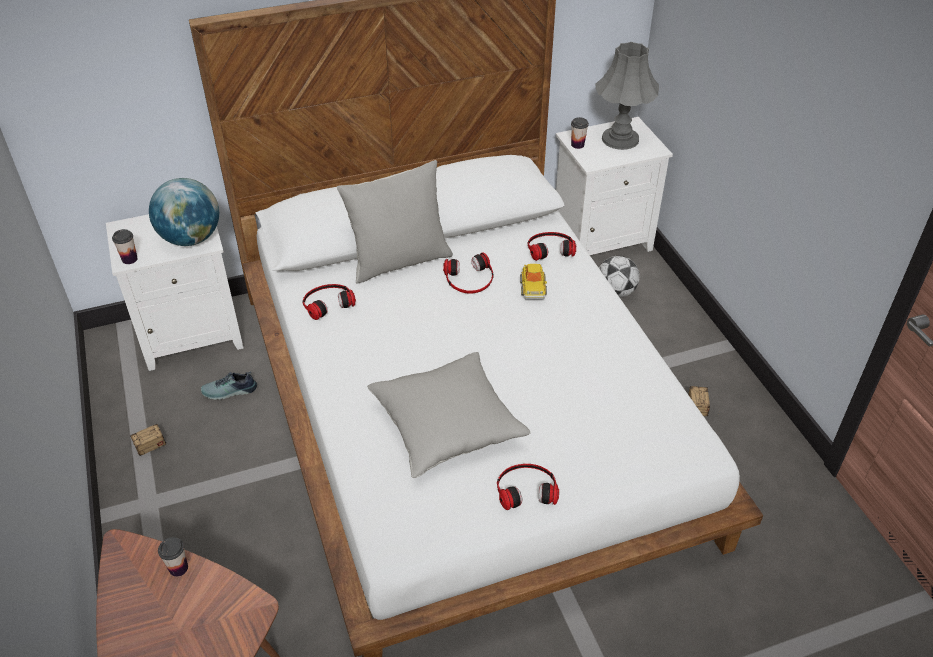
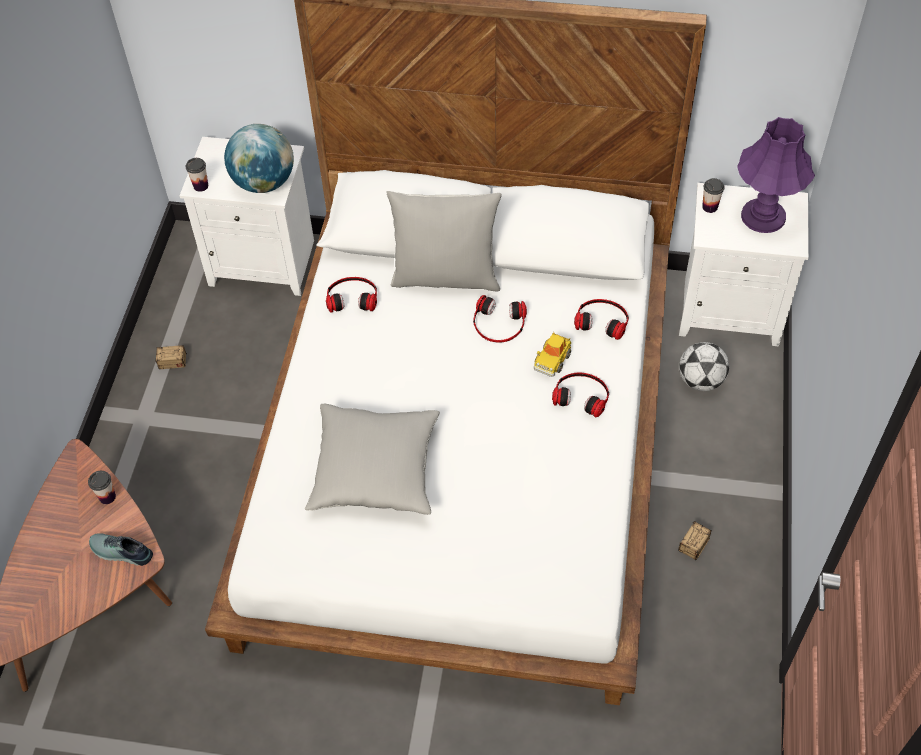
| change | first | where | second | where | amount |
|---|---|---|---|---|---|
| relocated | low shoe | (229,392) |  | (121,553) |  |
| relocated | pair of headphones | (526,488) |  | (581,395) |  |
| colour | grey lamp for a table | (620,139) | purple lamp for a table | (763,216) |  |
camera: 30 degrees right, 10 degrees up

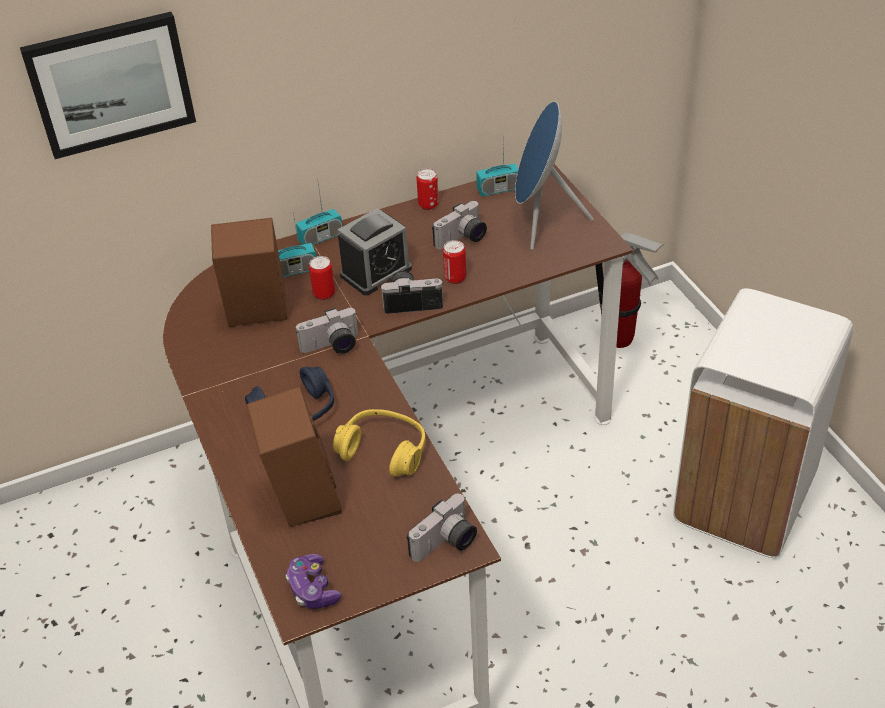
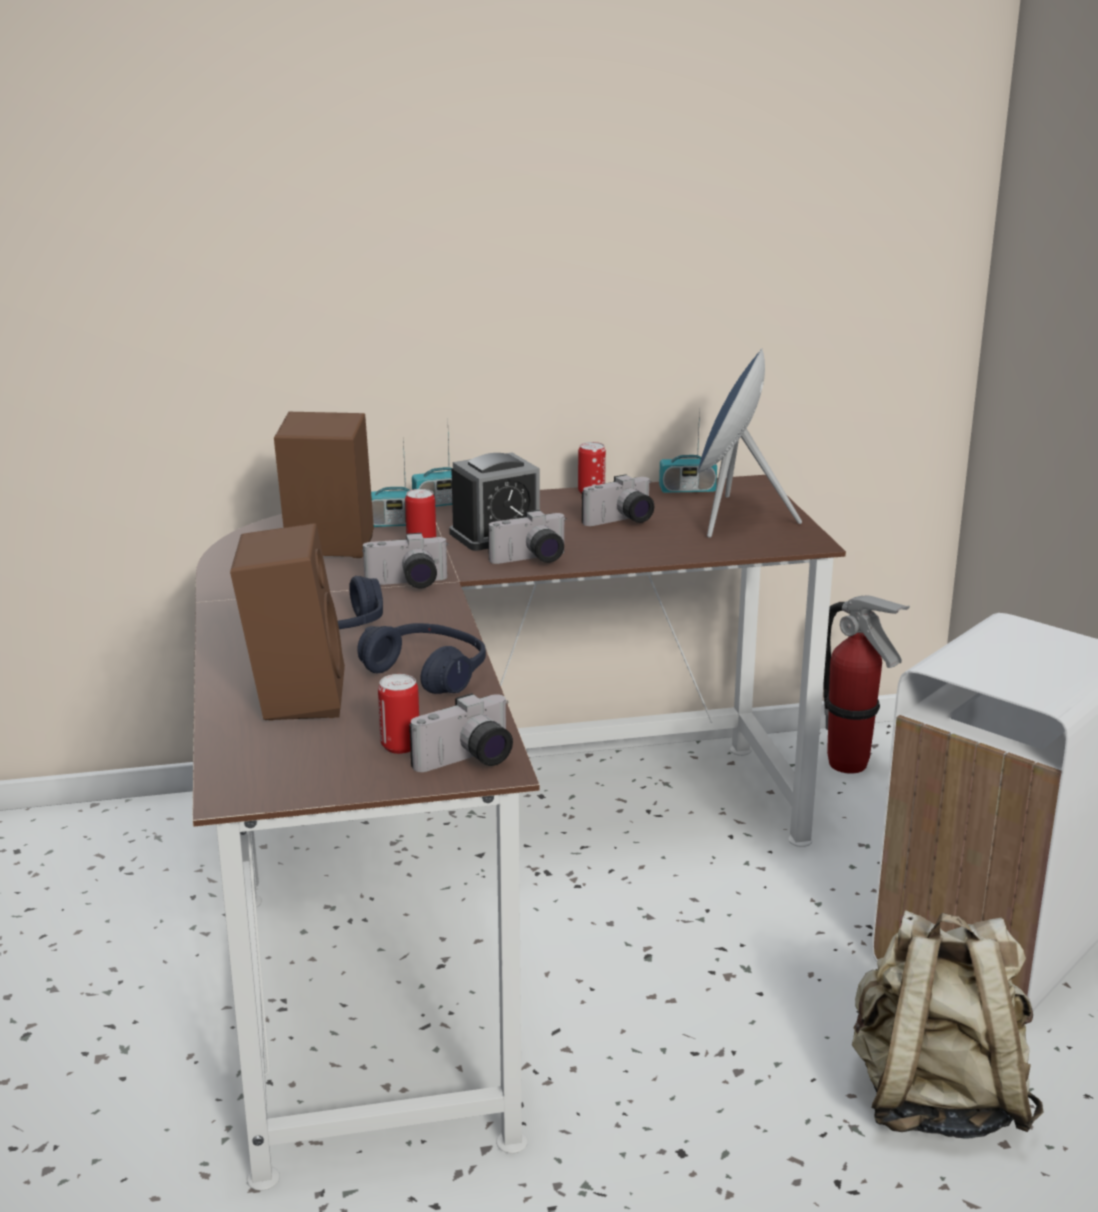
| change | first | where | second | where | amount |
|---|---|---|---|---|---|
| missing | wall picture | (110,84) |  |  |  |
| missing | joypad | (313,589) |  |  |  |
| colour | yellowish pair of headphones | (384,451) | blue pair of headphones | (427,673) |  |
| spun | photo camera | (412,300) |  | (531,560) | 150 degrees clockwise |
| relocated | can | (455,278) |  | (400,746) |  |
| appeared |  |  | beige-coloured backpack | (935,1099) |  |
camera: 10 degrees right, 20 degrees down

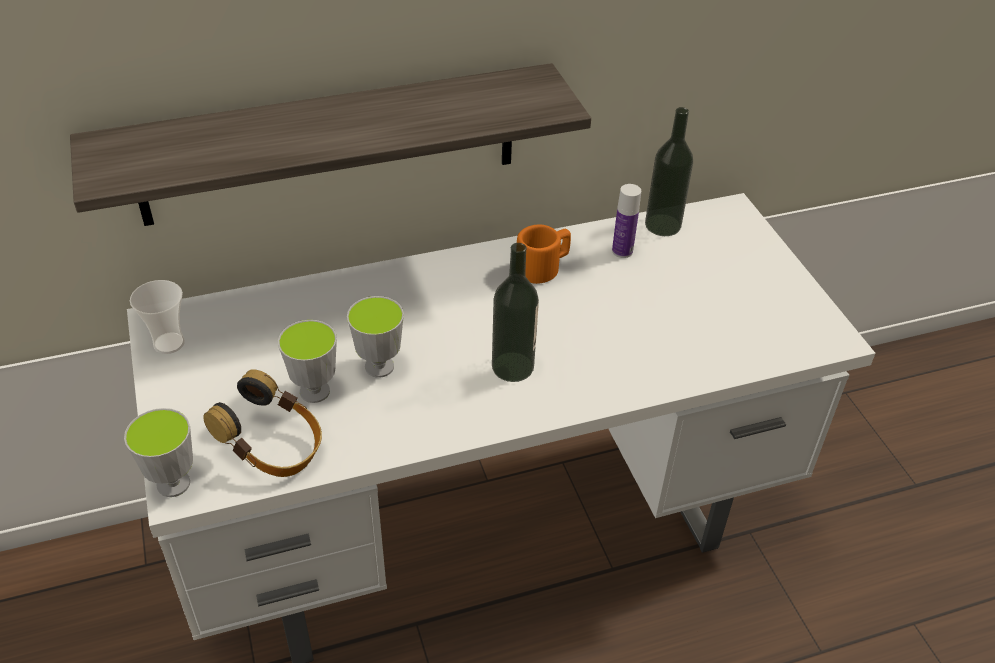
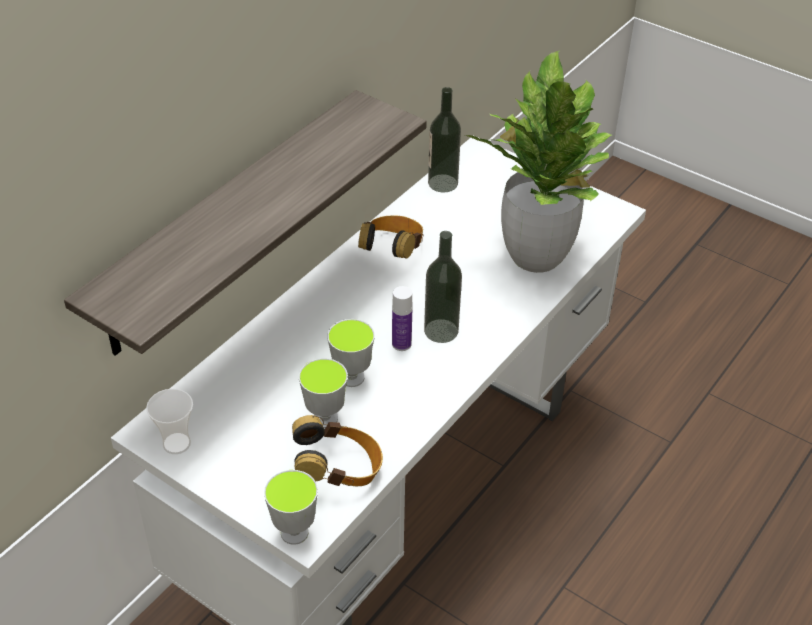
| change | first | where | second | where | amount |
|---|---|---|---|---|---|
| exchanged | orange-coloured coffee mug | (543,267) | pair of headphones | (392,251) |  |
| relocated | drink bottle | (622,251) |  | (401,344) |  |
| appeared |  |  | plant in a pot | (535,256) |  |
camera: 35 degrees left, 0 degrees up

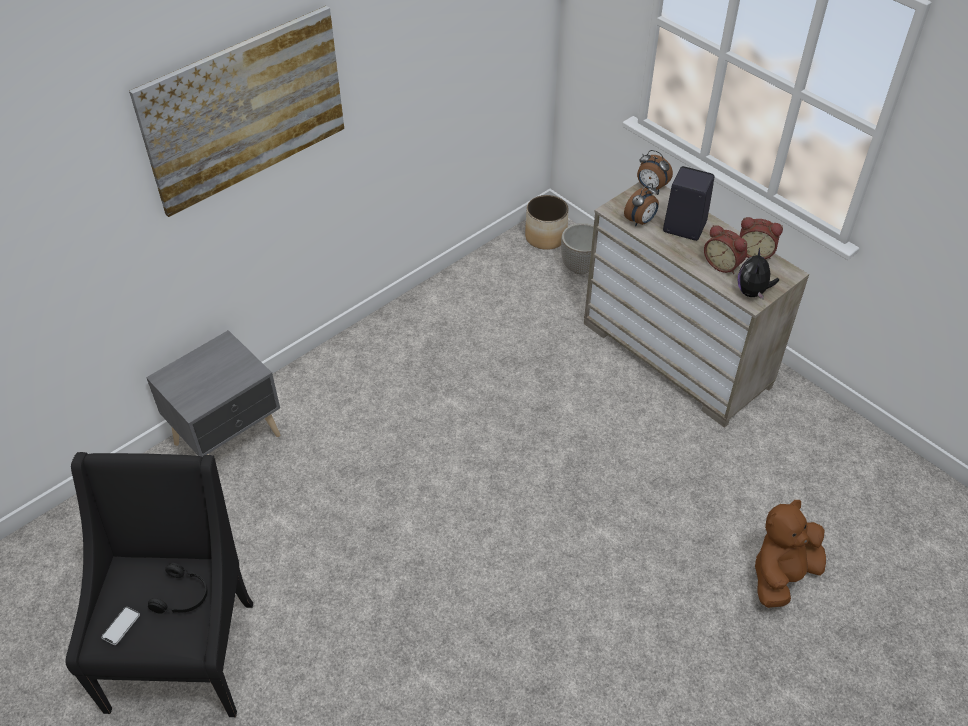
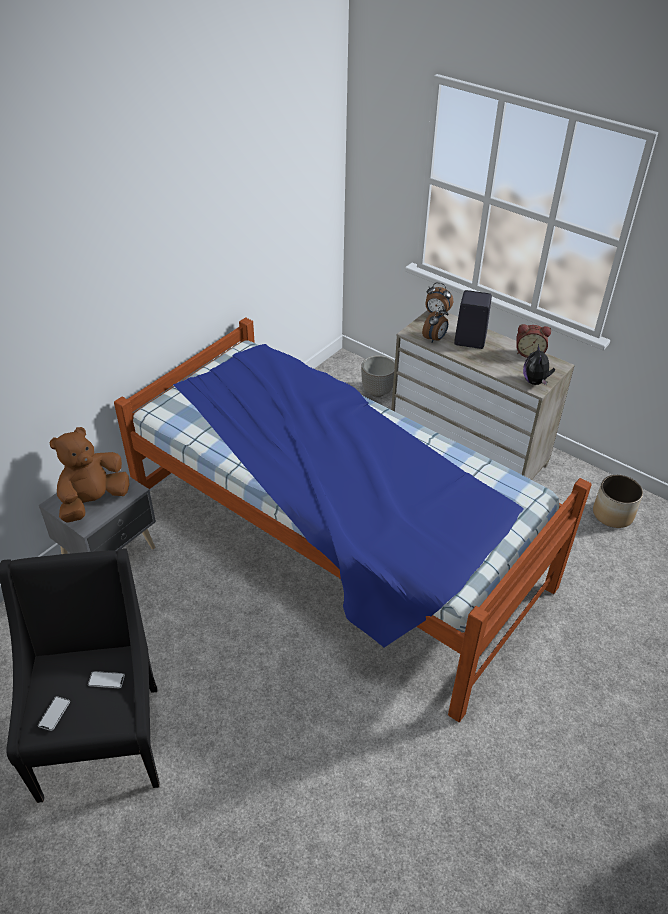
| change | first | where | second | where | amount |
|---|---|---|---|---|---|
| missing | wall picture | (245,110) |  |  |  |
| exchanged | black pair of headphones | (183,596) | telephone | (106,680) |  |
| relocated | flower pot | (546,237) |  | (613,514) |  |
| missing | bedside clock | (723,264) |  |  |  |
| relocated | brown plush toy | (781,575) |  | (94,501) |  |
| appeared |  |  | bed | (337,547) |  |
camera: 10 degrees left, 5 degrees down

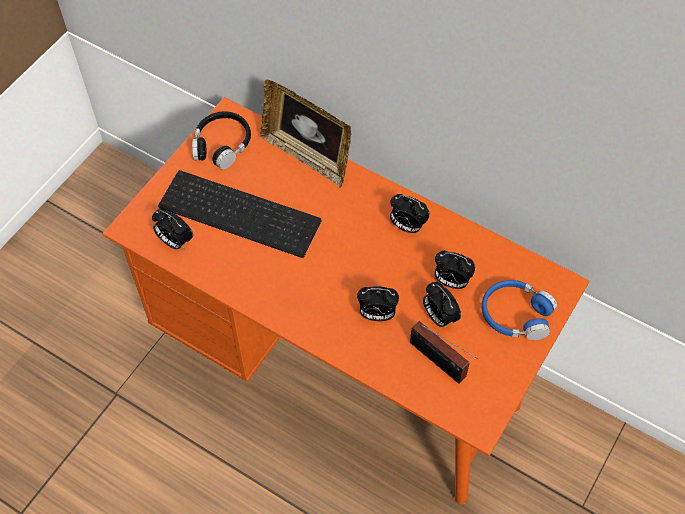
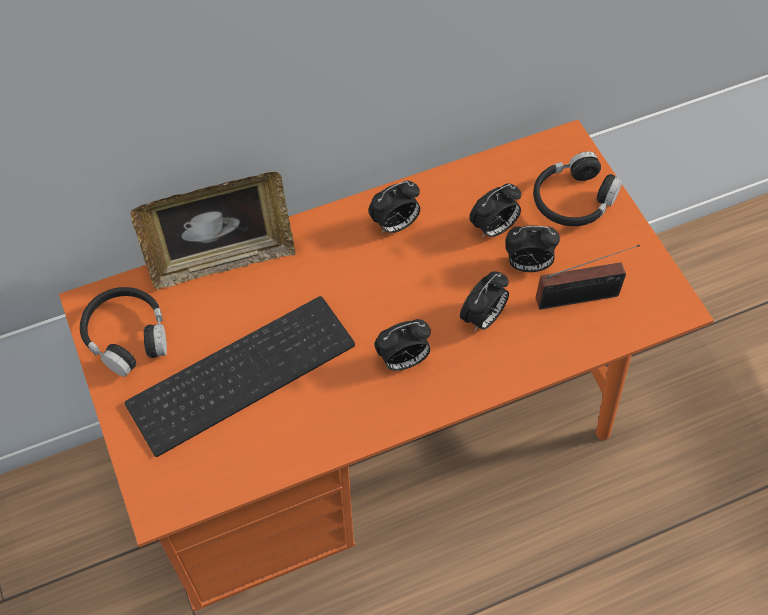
| change | first | where | second | where | amount |
|---|---|---|---|---|---|
| relocated | bedside clock | (175,242) |  | (402,361) |  |
| colour | blue pair of headphones | (515,315) | black pair of headphones | (573,200) |  |
camera: 55 degrees left, 0 degrees up

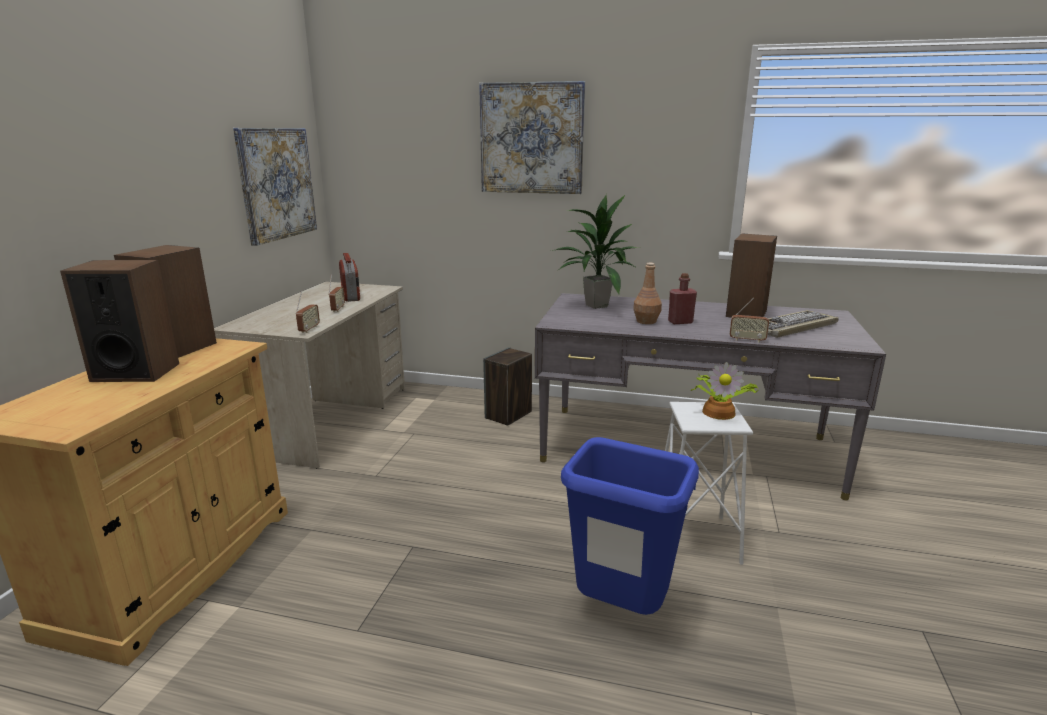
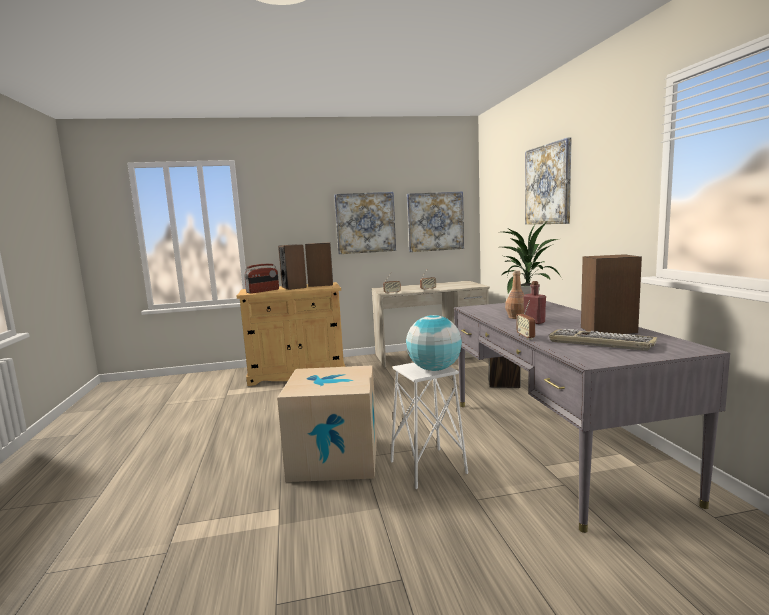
| change | first | where | second | where | amount |
|---|---|---|---|---|---|
| relocated | radio set | (351,295) |  | (263,291) |  |
| exchanged | blue trash can | (619,611) | packing box | (335,458) |  |
| exchanged | plant in a pot | (720,411) | world globe | (434,369) |  |
| appeared |  |  | wall picture | (365,223) |  |
camera: 65 degrees right, 10 degrees down

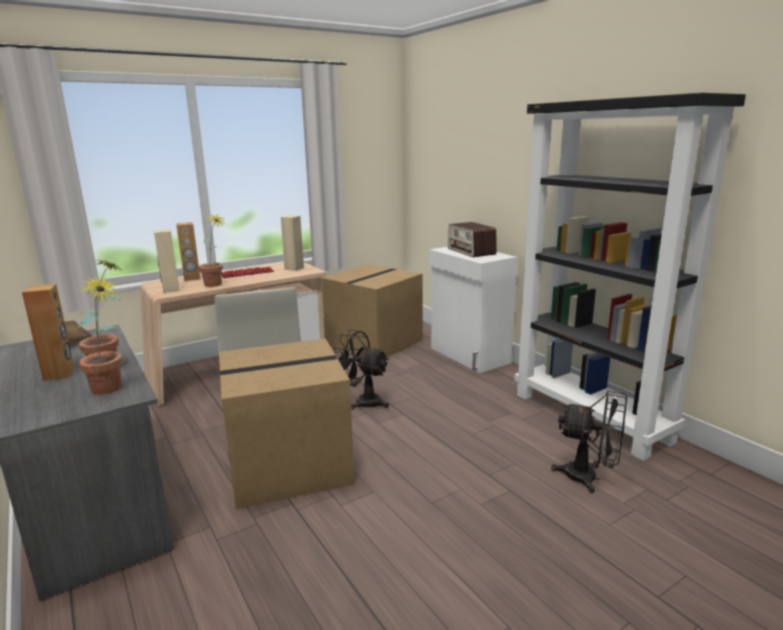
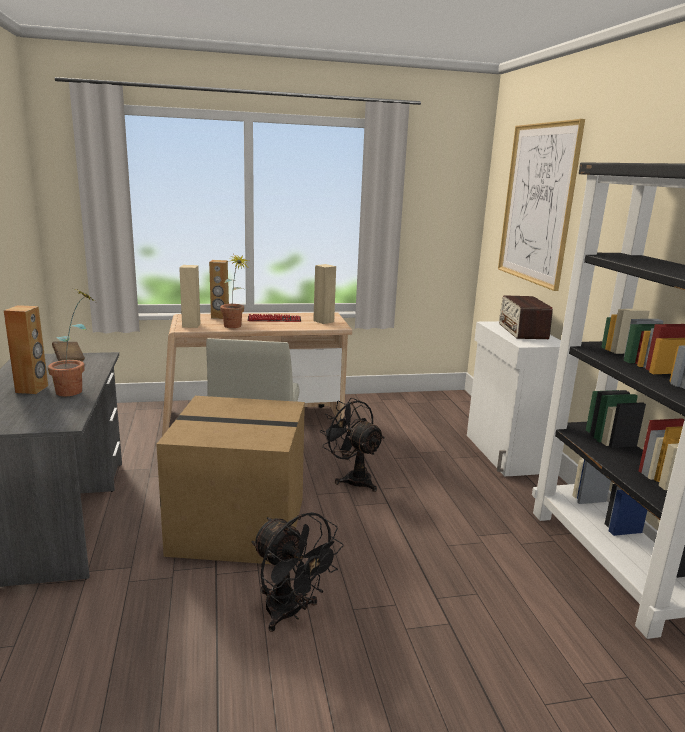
| change | first | where | second | where | amount |
|---|---|---|---|---|---|
| missing | plant in a pot | (110,390) |  |  |  |
| missing | packing box | (374,343) |  |  |  |
| relocated | black cooling fan | (589,478) |  | (290,613) |  |
| appeared |  |  | wall picture | (537,204) |  |
camera: 20 degrees right, 0 degrees up

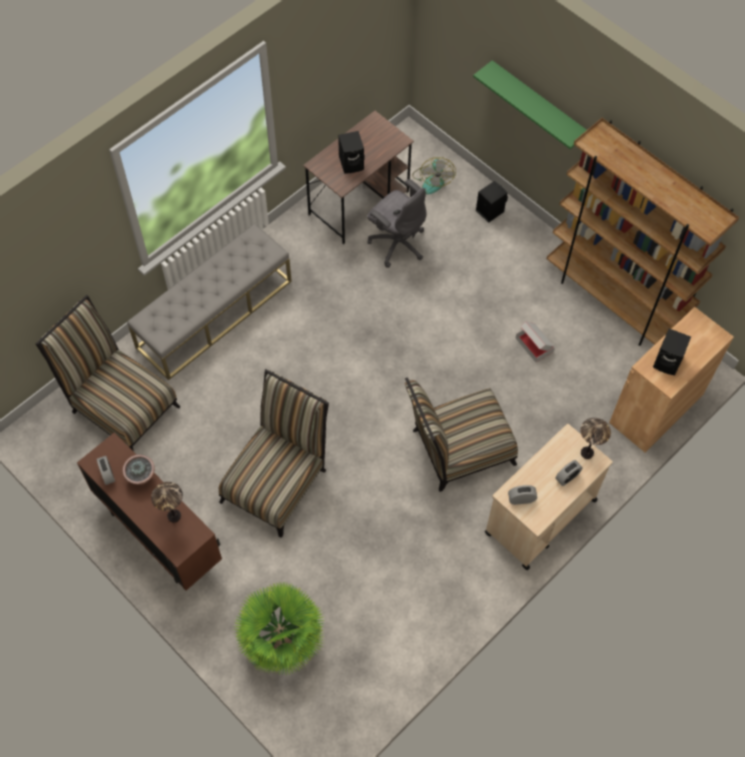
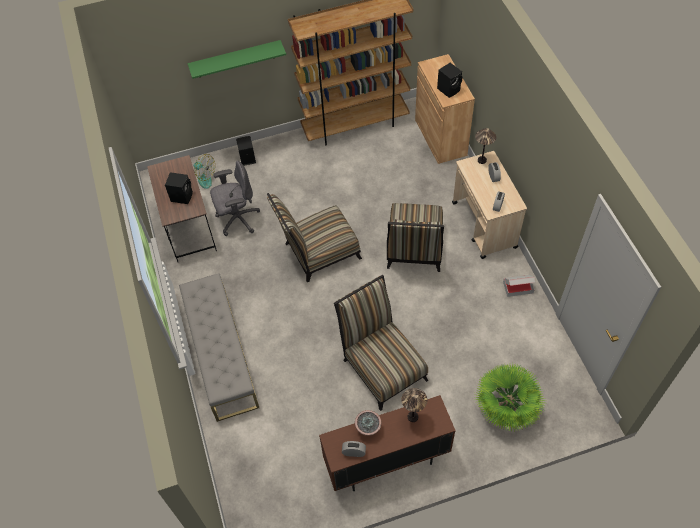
| change | first | where | second | where | amount |
|---|---|---|---|---|---|
| relocated | chair | (121,405) |  | (318,253) |  |
| relocated | packing box | (534,345) |  | (518,287) |  |
camera: 60 degrees left, 5 degrees down

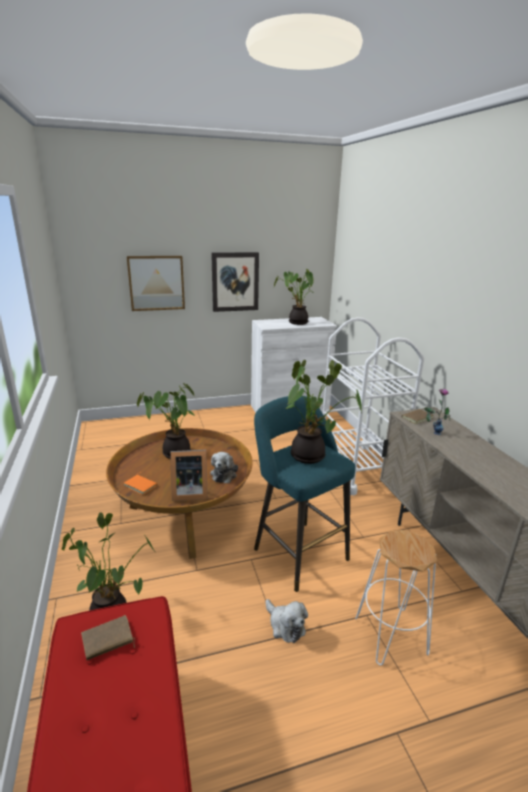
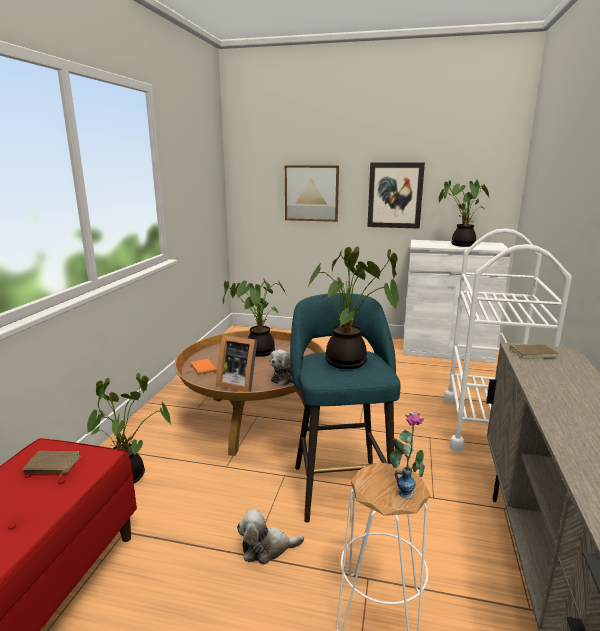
| change | first | where | second | where | amount |
|---|---|---|---|---|---|
| spun | plush toy | (285,625) |  | (266,548) | 90 degrees clockwise |
| relocated | flower vase | (433,431) |  | (404,487) |  |
camera: 30 degrees right, 5 degrees down

